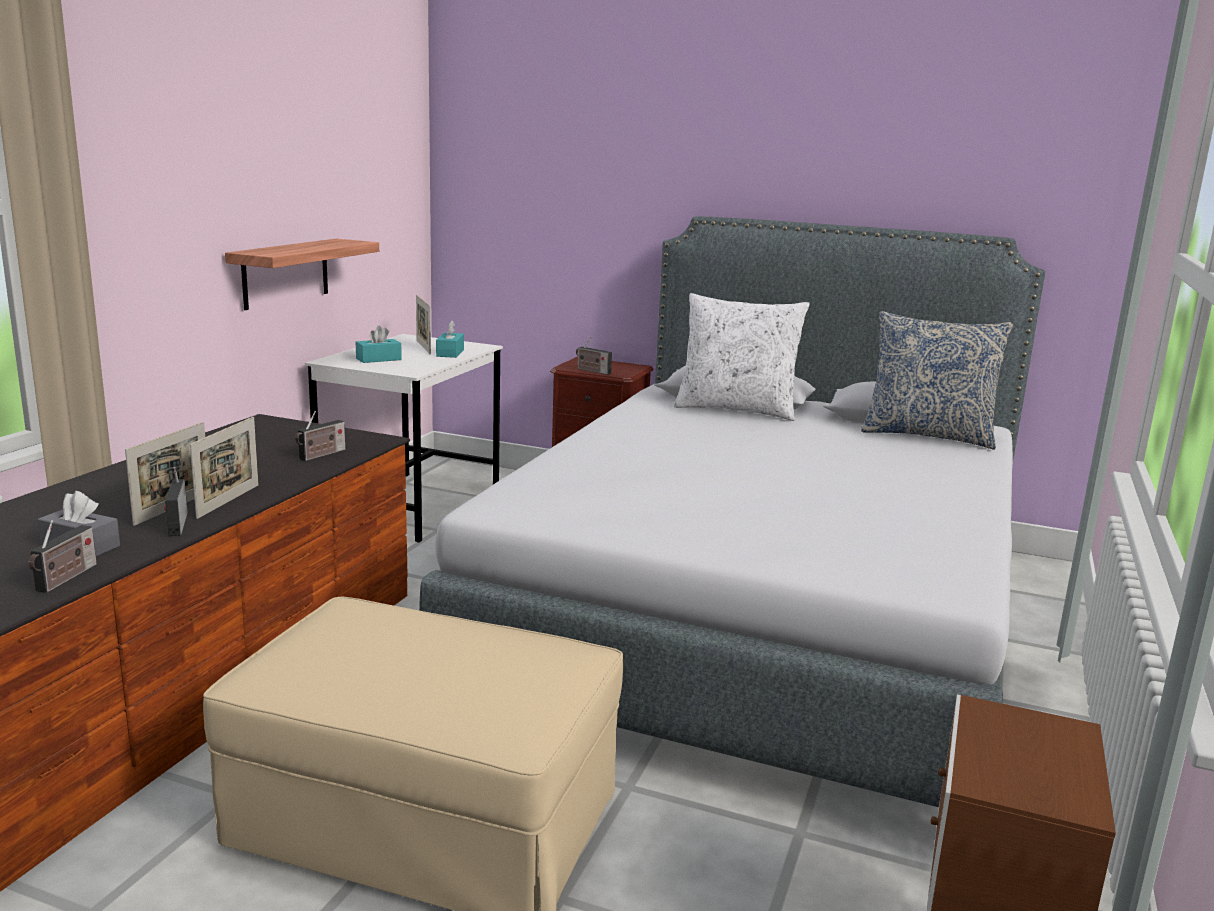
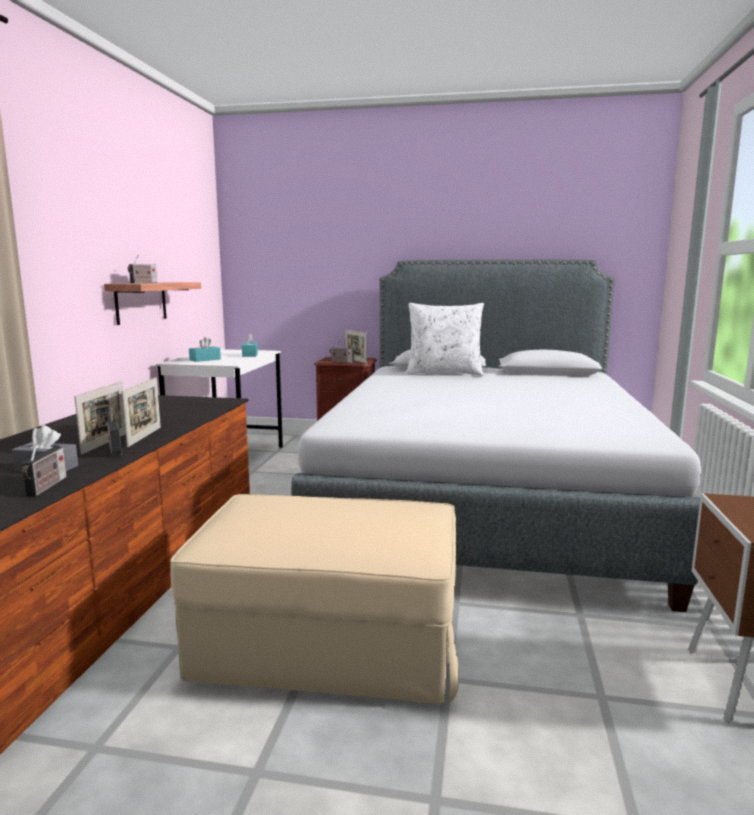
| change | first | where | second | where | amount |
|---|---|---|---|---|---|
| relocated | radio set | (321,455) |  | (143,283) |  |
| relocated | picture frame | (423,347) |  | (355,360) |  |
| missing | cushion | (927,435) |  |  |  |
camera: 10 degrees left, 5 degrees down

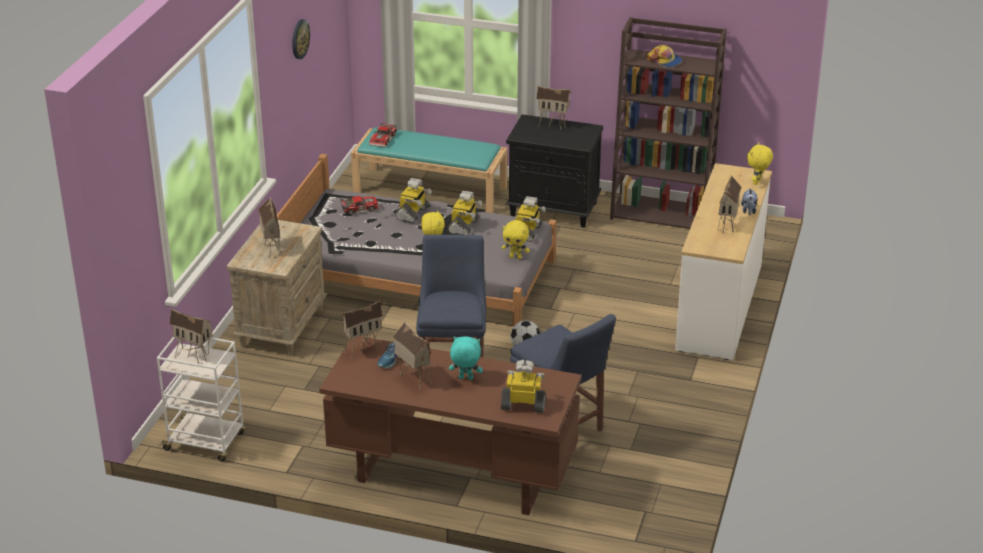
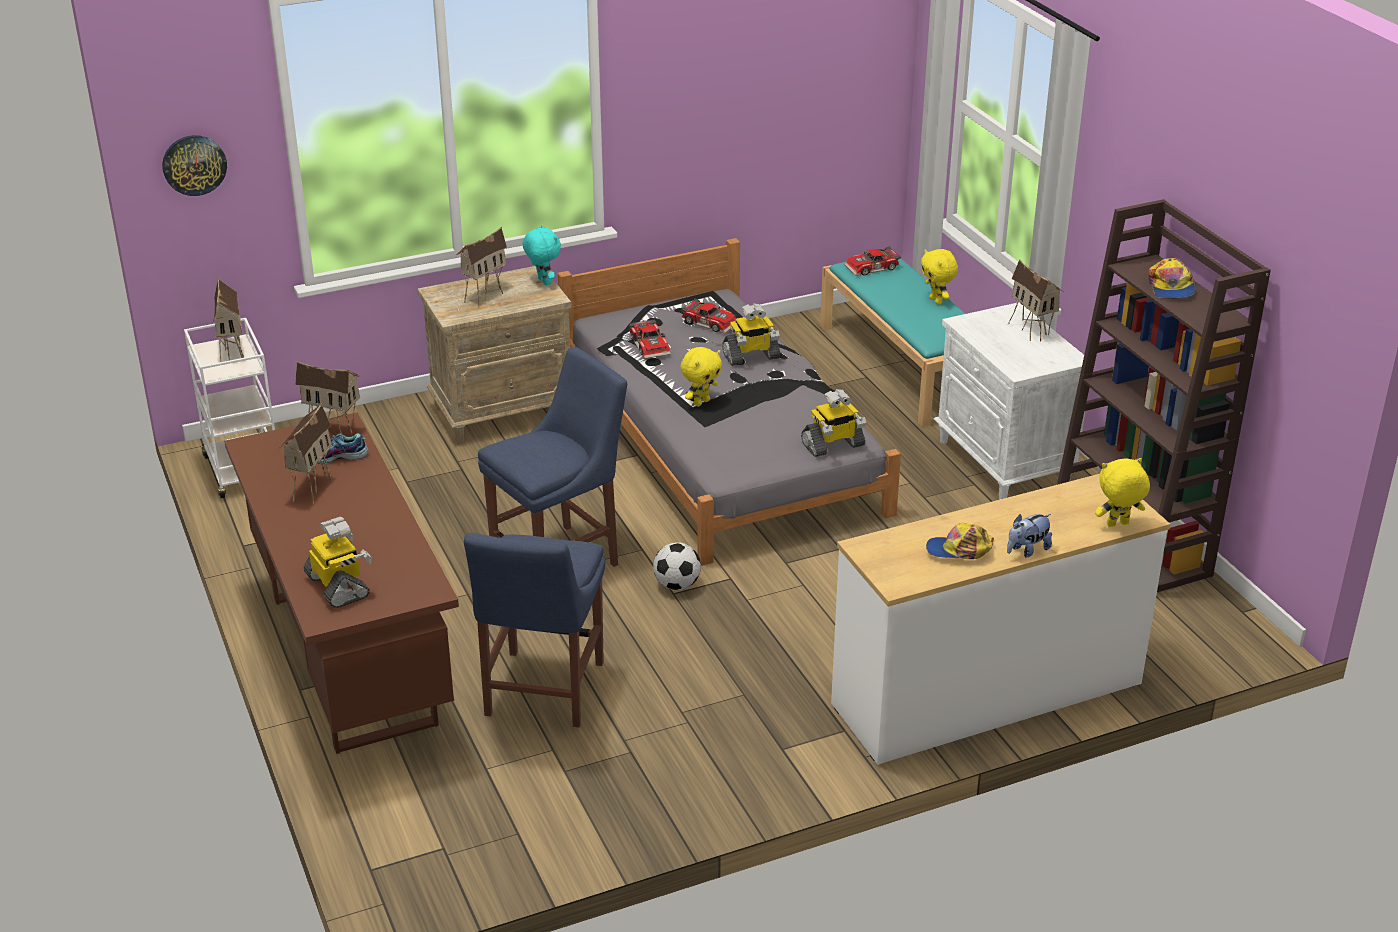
| change | first | where | second | where | amount |
|---|---|---|---|---|---|
| relocated | clock on the wall | (299,39) |  | (194,164) |  |
| missing | robot figure | (464,226) |  |  |  |
| relocated | turquoise-coloured plush toy | (465,378) |  | (543,282) |  |
| relocated | yellowish plush toy | (515,257) |  | (936,301) |  |
| colour | black night table | (554,209) | white night table | (1004,463) |  |
| exchanged | toy house | (728,226) | baseball cap | (959,550) |  |
| appeared |  |  | toy car | (651,345) |  |
camera: 50 degrees right, 0 degrees up

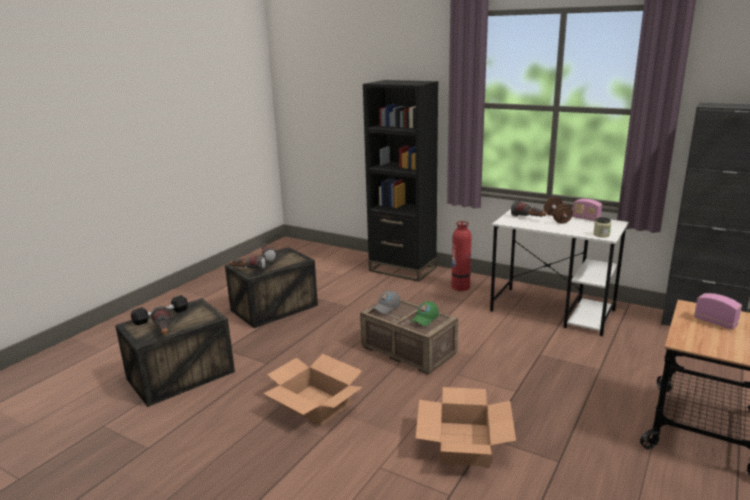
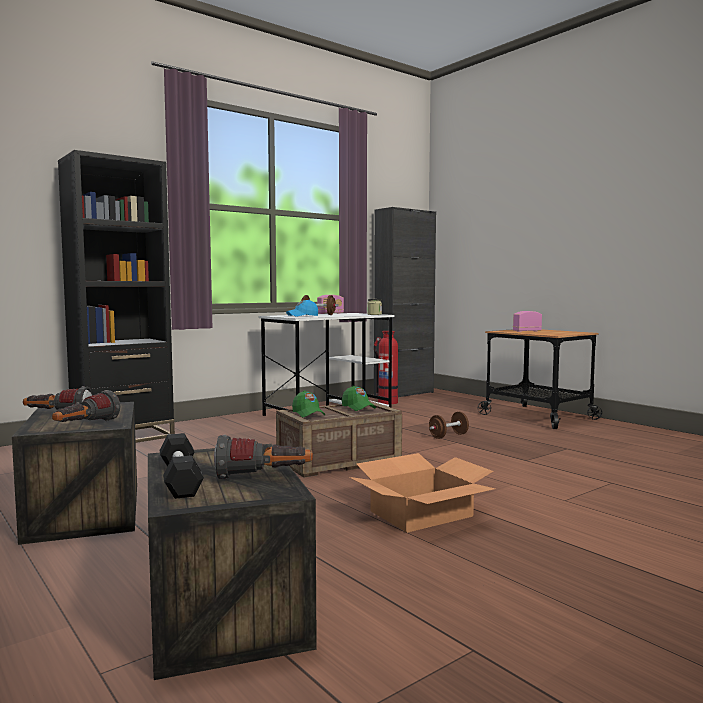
| change | first | where | second | where | amount |
|---|---|---|---|---|---|
| colour | grey baseball cap | (386,308) | greenish baseball cap | (308,414) |  |
| missing | packing box | (464,444) |  |  |  |
| relocated | fire extinguisher | (460,286) |  | (387,402) |  |
| exchanged | hand torch | (528,218) | blue baseball cap | (302,316) |  |
| appeared |  |  | brown free weight | (448,436) |  |
camera: 70 degrees left, 15 degrees down

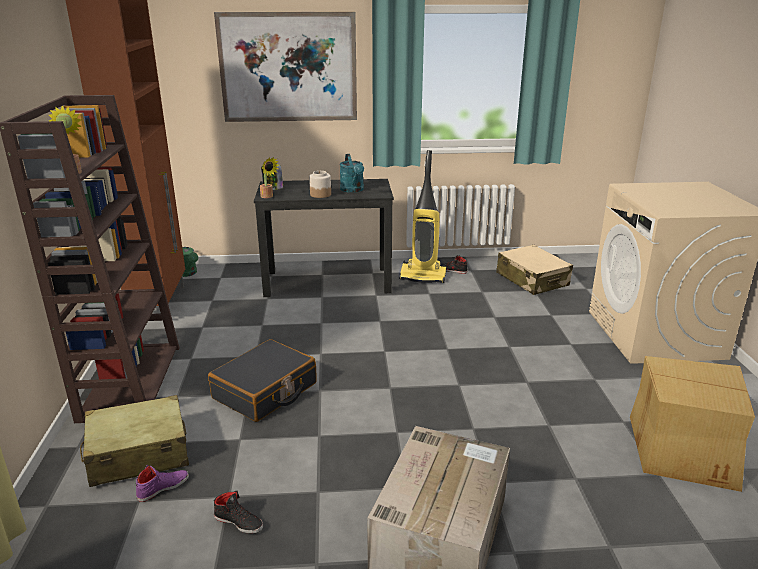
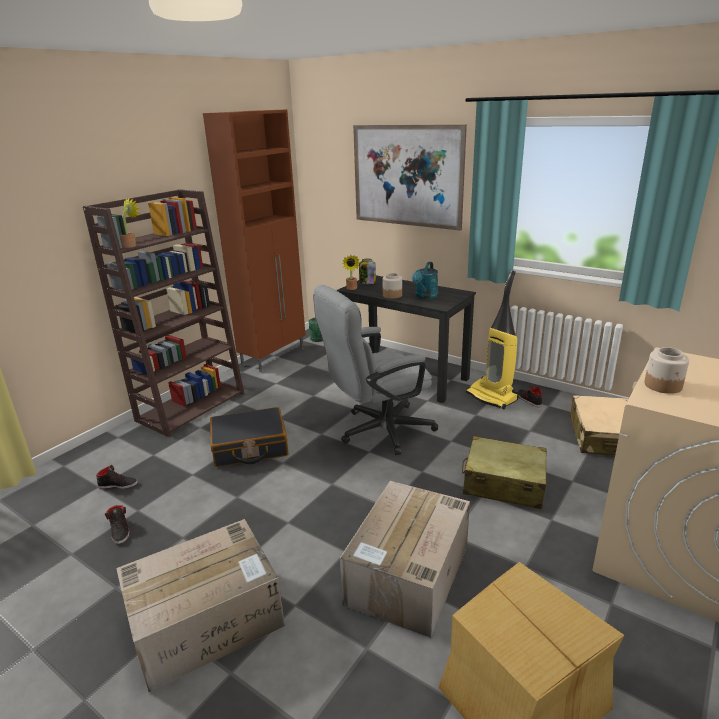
| change | first | where | second | where | amount |
|---|---|---|---|---|---|
| relocated | beige-coloured travel case | (138,454) |  | (503,483) |  |
| colour | purple low shoe | (163,487) | black low shoe | (118,485) |  |
| appeared |  |  | grey computer chair | (378,431) |  |
| appeared |  |  | packing box | (408,575) |  |
| appeared |  |  | storage jar | (663,385) |  |
camera: 40 degrees right, 0 degrees up

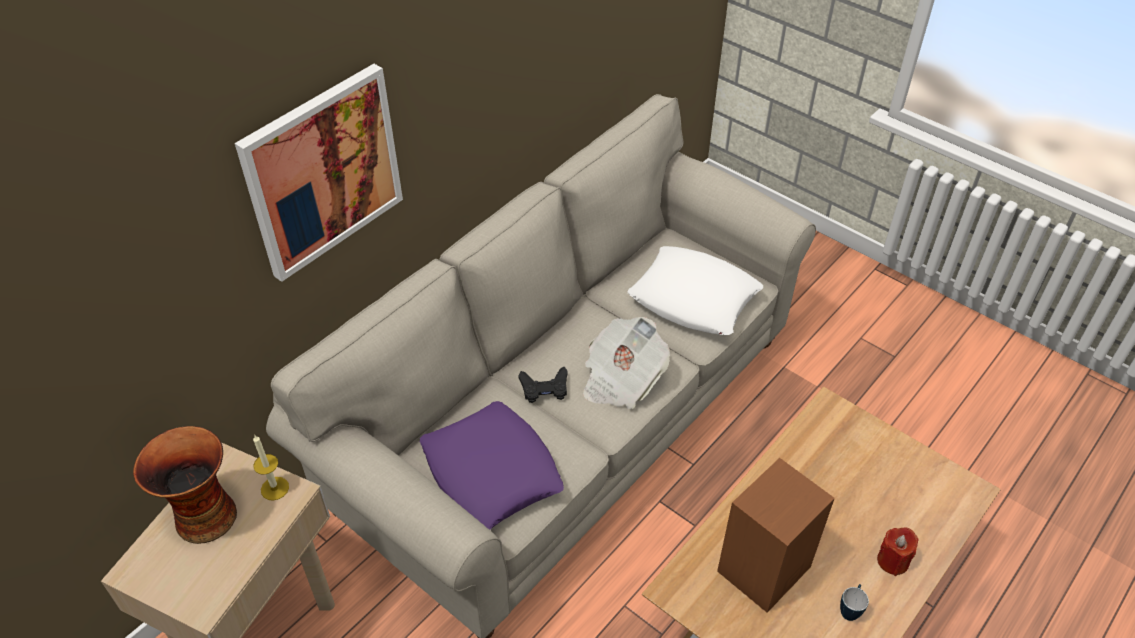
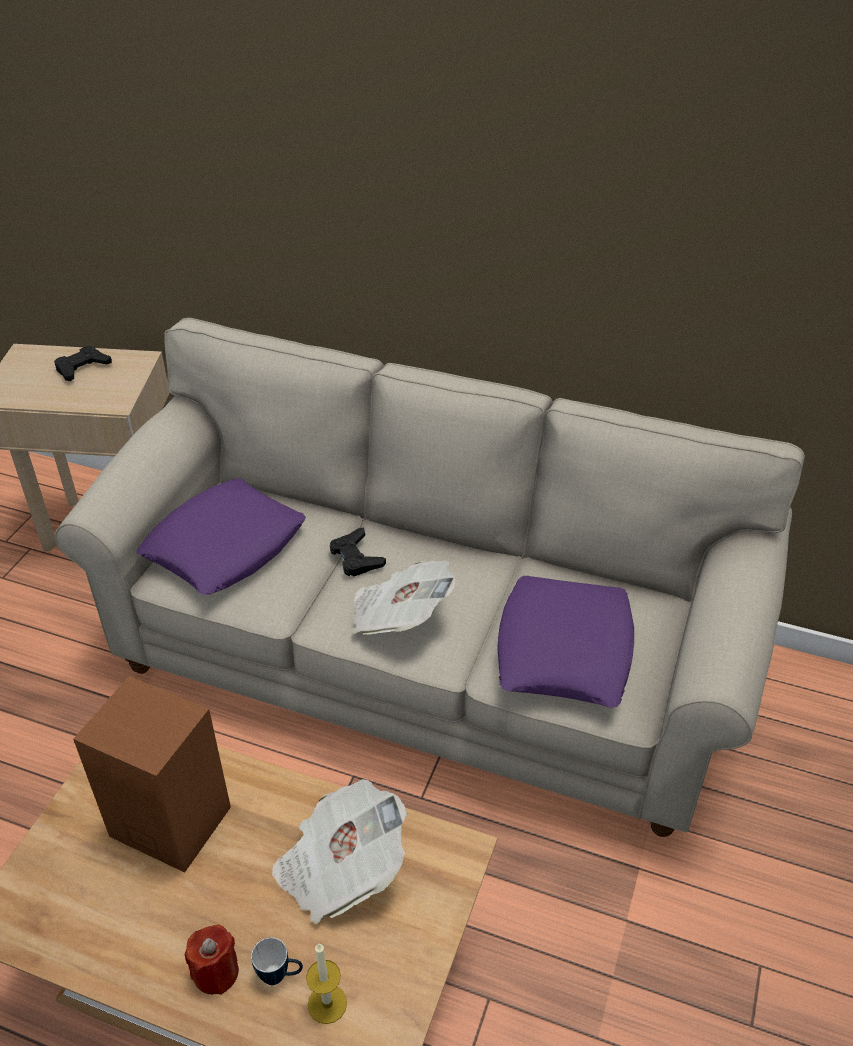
| change | first | where | second | where | amount |
|---|---|---|---|---|---|
| exchanged | flower vase | (204,516) | black joypad | (82,368) |  |
| missing | wall picture | (323,171) |  |  |  |
| relocated | wax light | (275,488) |  | (327,1003) |  |
| colour | white cushion | (694,298) | purple cushion | (564,650) |  |
| relocated | coffee mug | (850,610) |  | (280,976) |  |
| appeared |  |  | daily paper | (340,868) |  |
camera: 70 degrees right, 5 degrees down

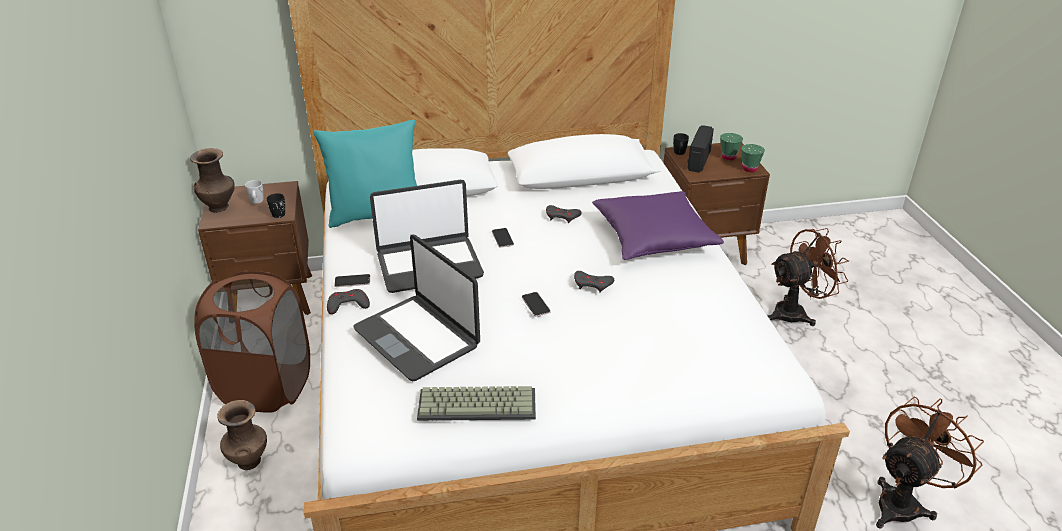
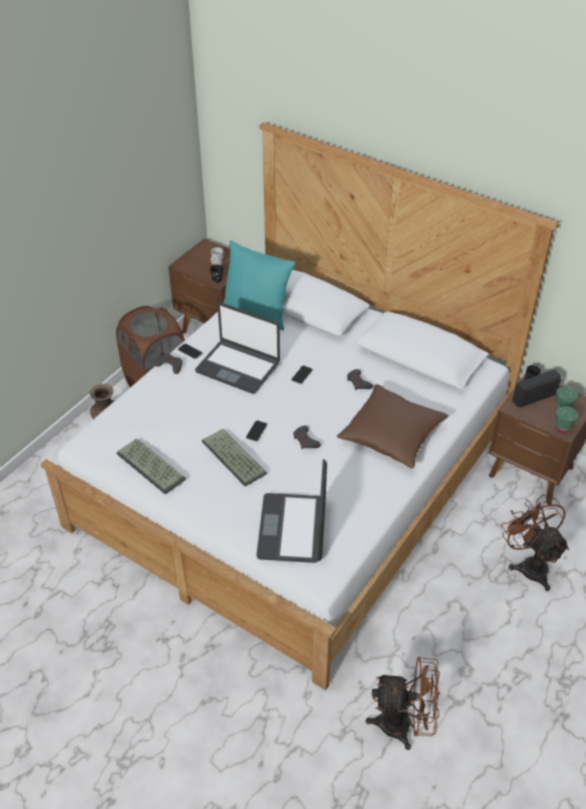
| change | first | where | second | where | amount |
|---|---|---|---|---|---|
| missing | brown flower vase | (220,207) |  |  |  |
| relocated | laptop | (418,337) |  | (293,529) |  |
| colour | purple cushion | (654,238) | brown cushion | (392,435) |  |
| spun | brown cooling fan | (796,313) |  | (529,564) | 135 degrees counterclockwise |
| appeared |  |  | computer keyboard | (232,457) |  |
camera: 45 degrees right, 10 degrees up

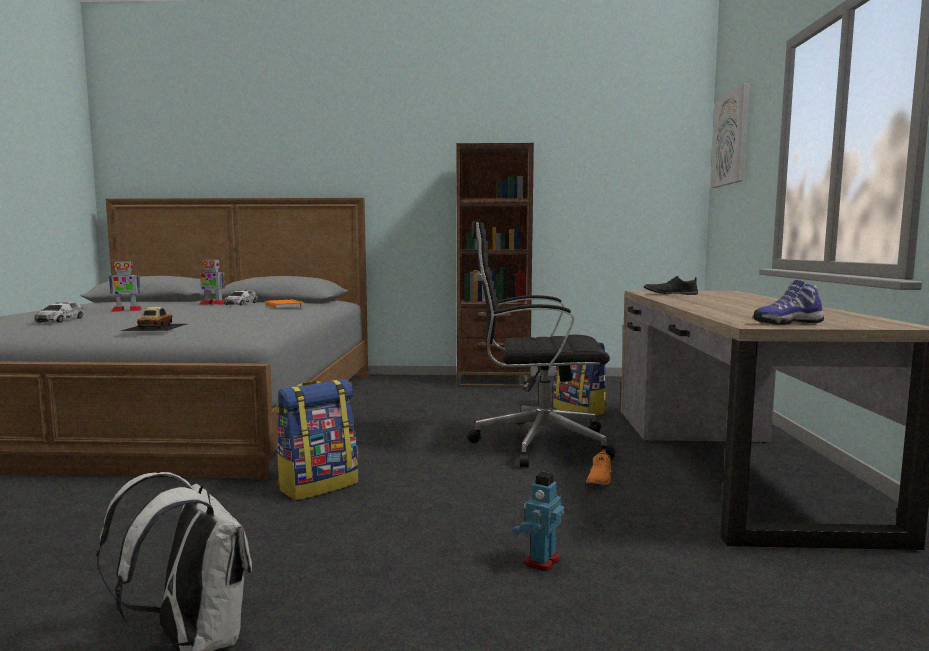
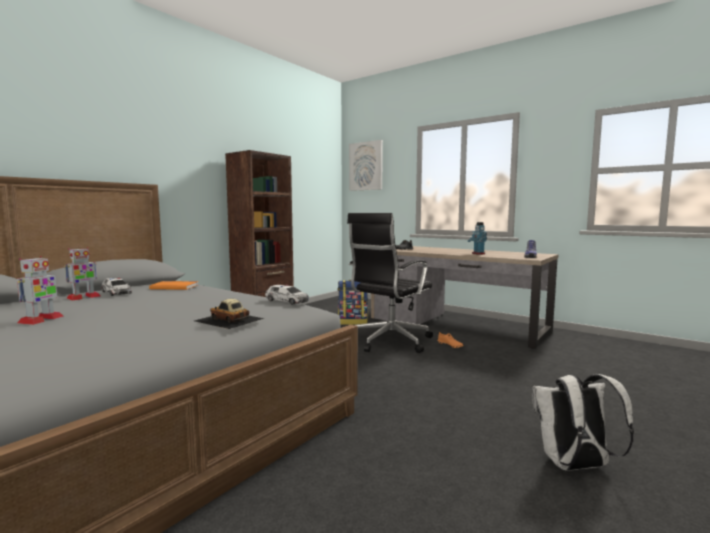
| change | first | where | second | where | amount |
|---|---|---|---|---|---|
| relocated | toy car | (60,320) |  | (287,301) |  |
| missing | backpack | (318,485) |  |  |  |
| relocated | robot figure | (541,561) |  | (478,254) |  |
camera: 55 degrees left, 0 degrees up

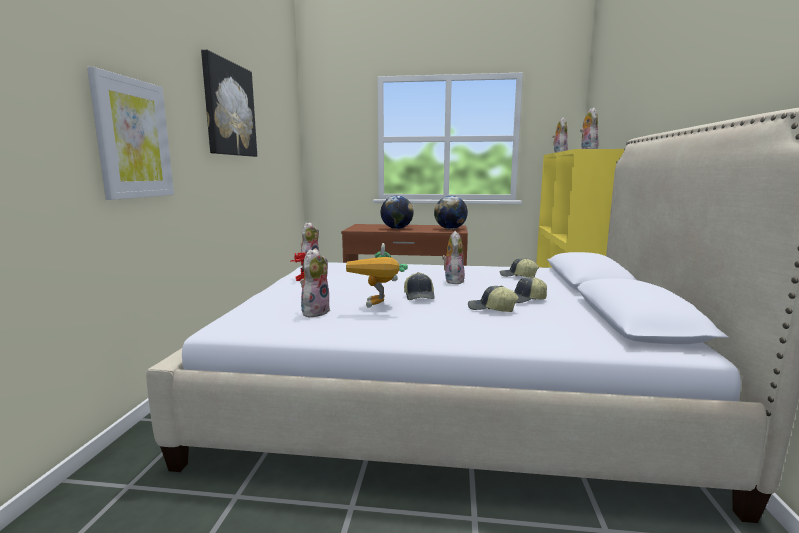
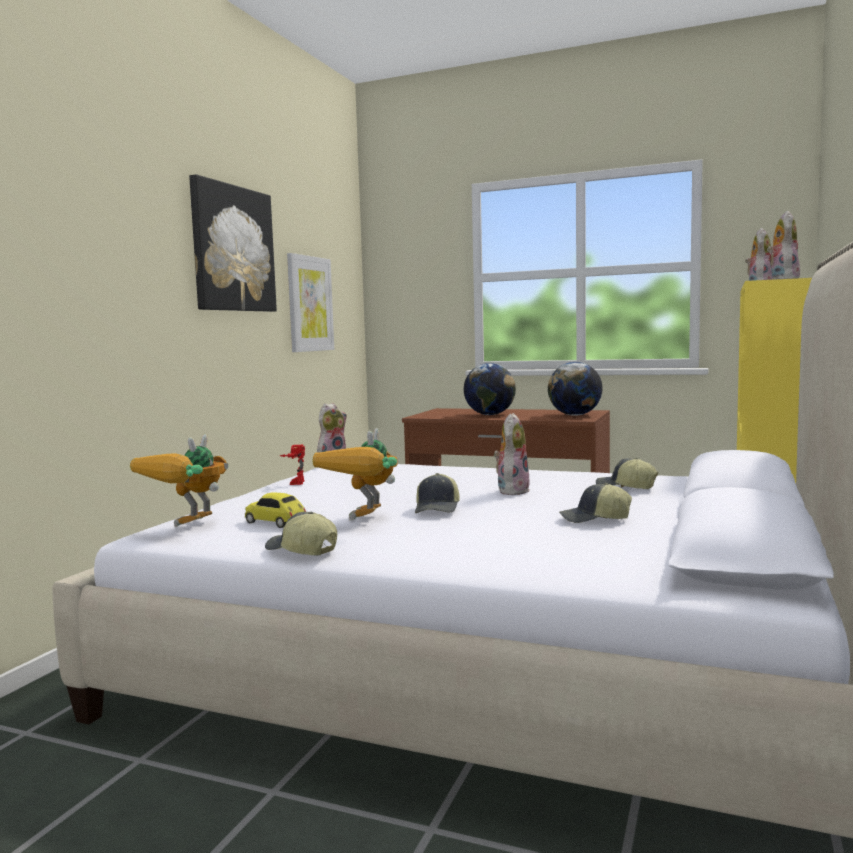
| change | first | where | second | where | amount |
|---|---|---|---|---|---|
| relocated | wall picture | (133,139) |  | (309,304) |  |
| exchanged | plush toy | (315,312) | toy car | (276,522) |  |
| relocated | baseball cap | (491,309) |  | (301,551) |  |
| appeared |  |  | robot figure | (189,528) |  |
camera: 15 degrees right, 5 degrees down

